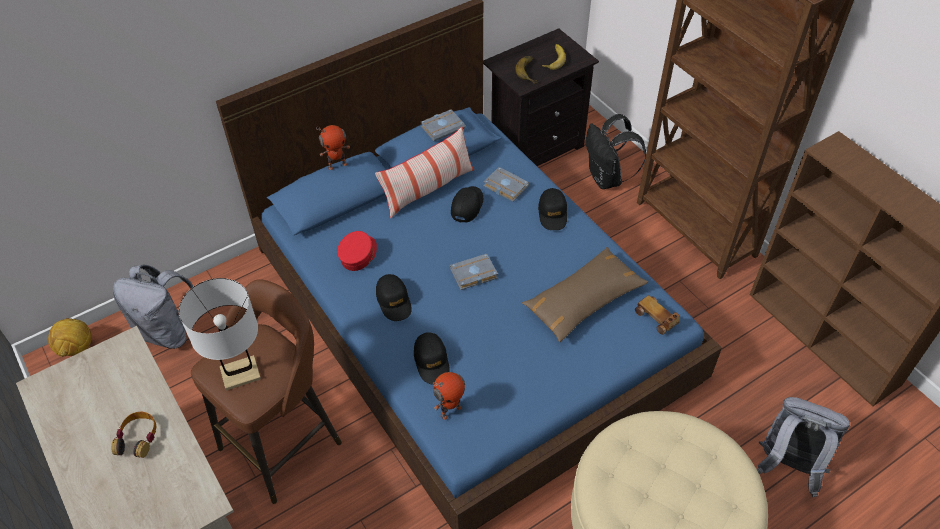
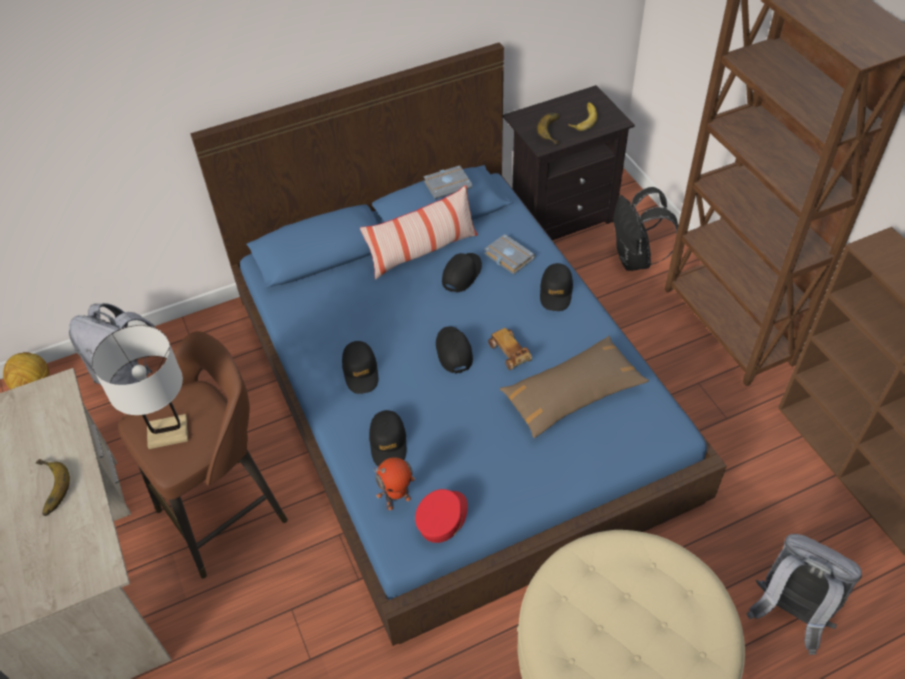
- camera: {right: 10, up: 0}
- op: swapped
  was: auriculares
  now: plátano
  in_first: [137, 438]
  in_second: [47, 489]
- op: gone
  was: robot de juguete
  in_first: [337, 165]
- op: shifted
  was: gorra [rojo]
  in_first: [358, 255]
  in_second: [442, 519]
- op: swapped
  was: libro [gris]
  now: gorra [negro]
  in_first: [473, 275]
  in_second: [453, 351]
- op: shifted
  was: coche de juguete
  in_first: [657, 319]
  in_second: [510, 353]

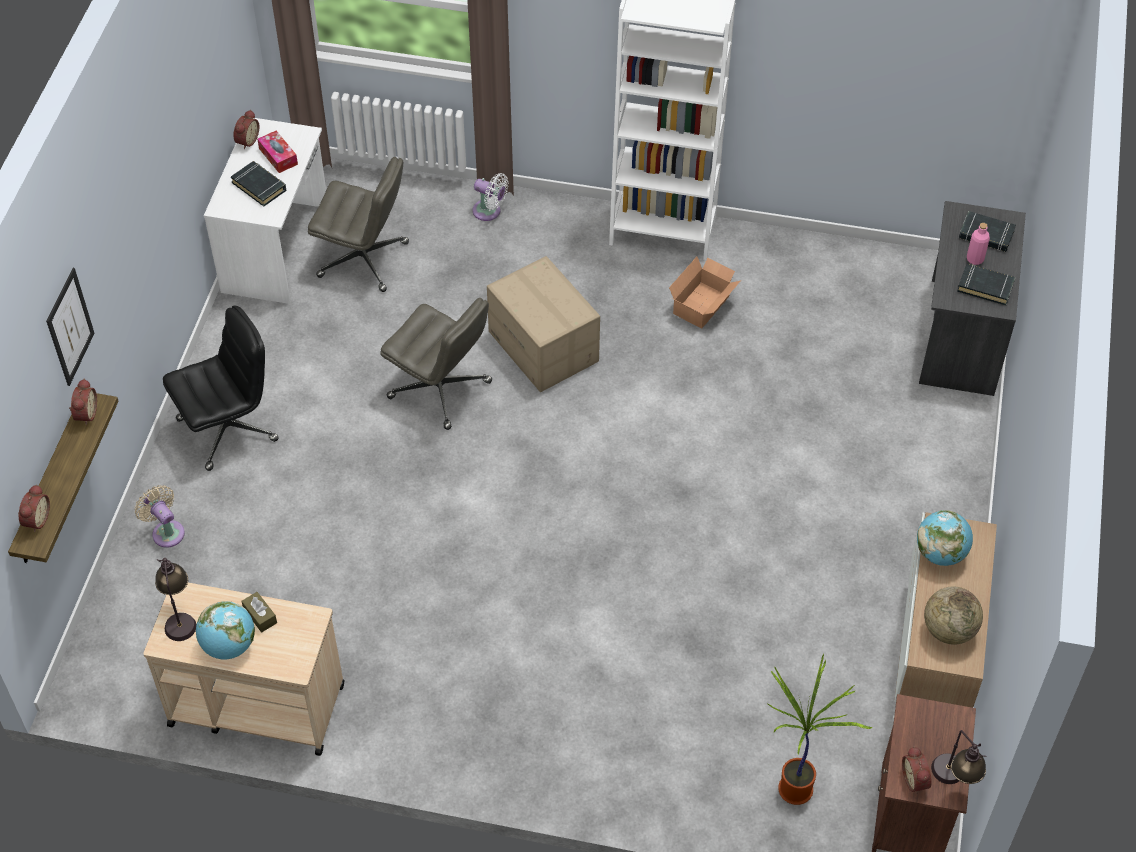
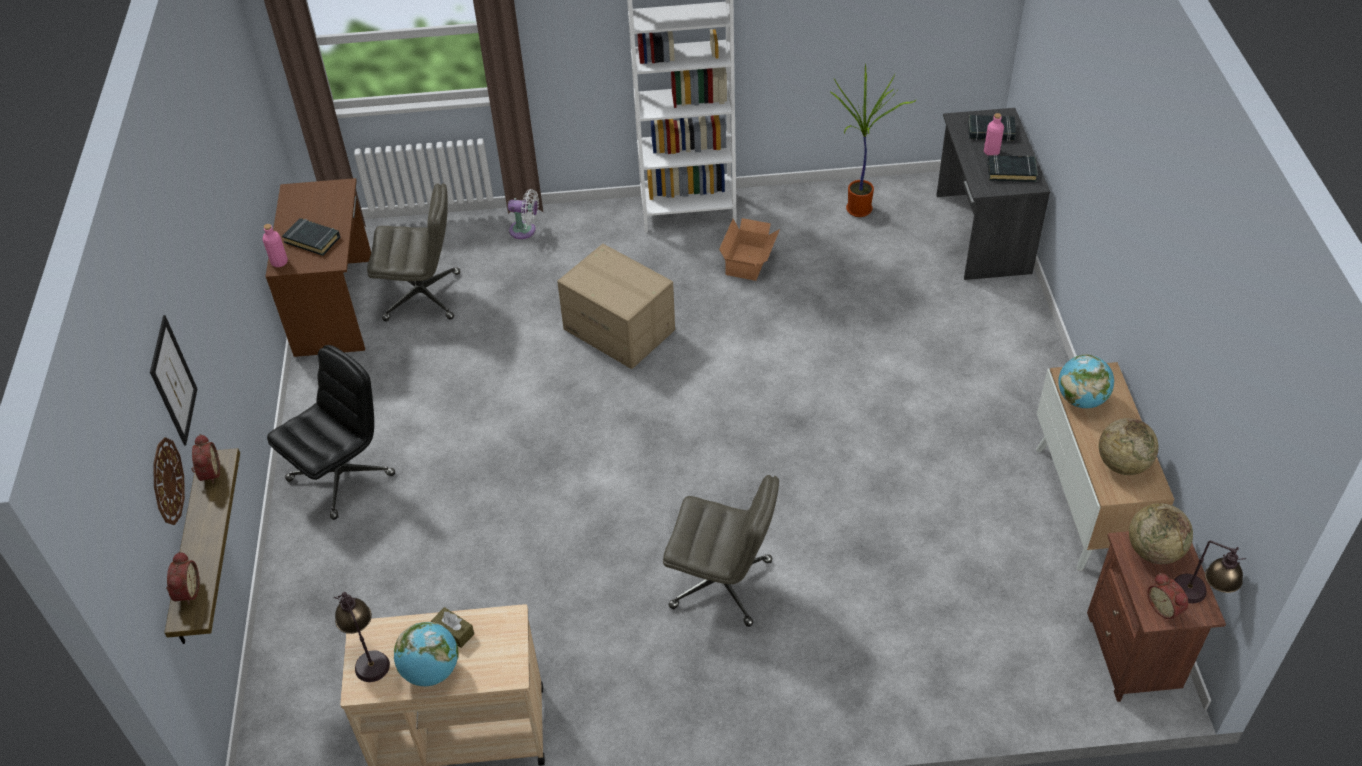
- camera: {right: -15, up: -5}
- op: gone
  was: ventilador [beis]
  in_first: [166, 531]
- op: repainted
  was: escritorio [blanco]
  now: escritorio [marrón]
  in_first: [277, 248]
  in_second: [336, 306]
- op: gone
  was: despertador
  in_first: [246, 140]
- op: gone
  was: caja de pañuelos
  in_first: [278, 156]
- op: shifted
  was: silla de oficina [gris]
  in_first: [441, 390]
  in_second: [722, 584]
- op: shifted
  was: planta en maceta
  in_first: [797, 792]
  in_second: [861, 210]
- op: new
  now: reloj de pared
  in_second: [167, 481]
- op: new
  now: botella [rosa]
  in_second: [279, 262]
- op: new
  now: globo terráqueo
  in_second: [1154, 551]

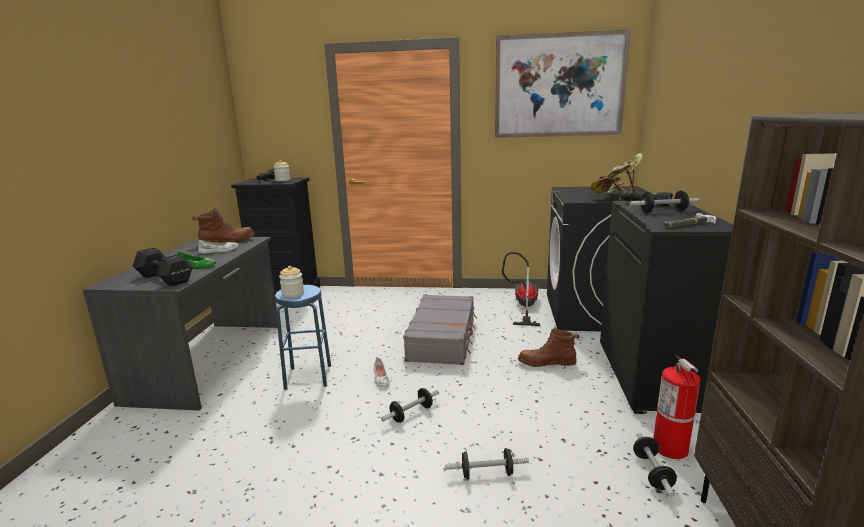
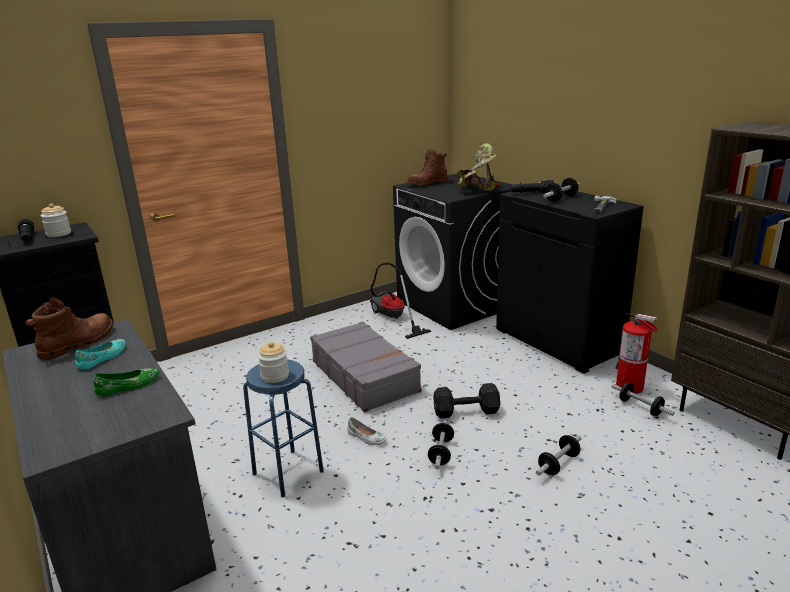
- camera: {right: -40, up: 5}
- op: shifted
  was: mancuerna [negro]
  in_first: [165, 279]
  in_second: [467, 411]
- op: repainted
  was: zapato [blanco]
  now: zapato [turquesa]
  in_first: [219, 251]
  in_second: [103, 358]
- op: gone
  was: cuadro
  in_first: [559, 86]
- op: shifted
  was: bota [marrón]
  in_first: [547, 362]
  in_second: [427, 183]

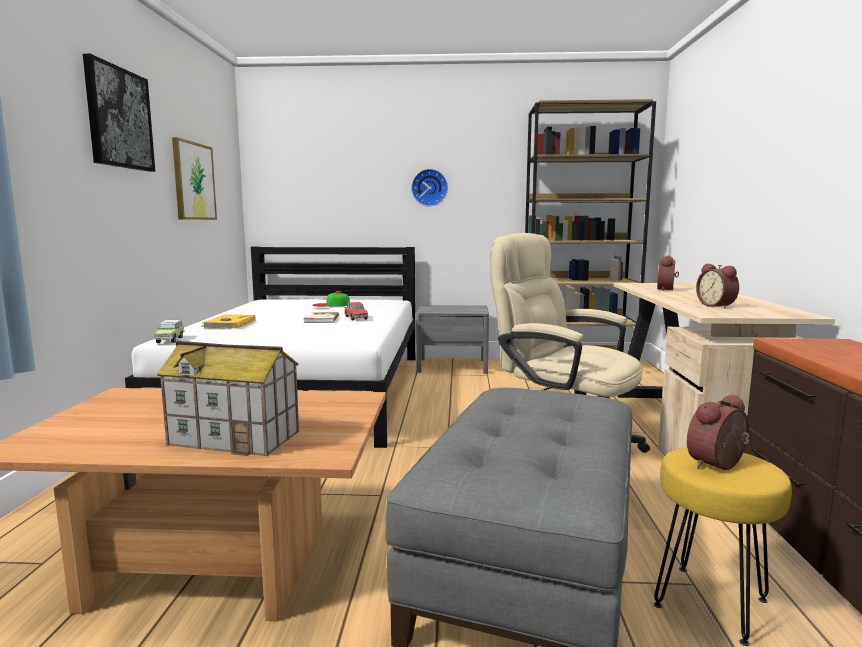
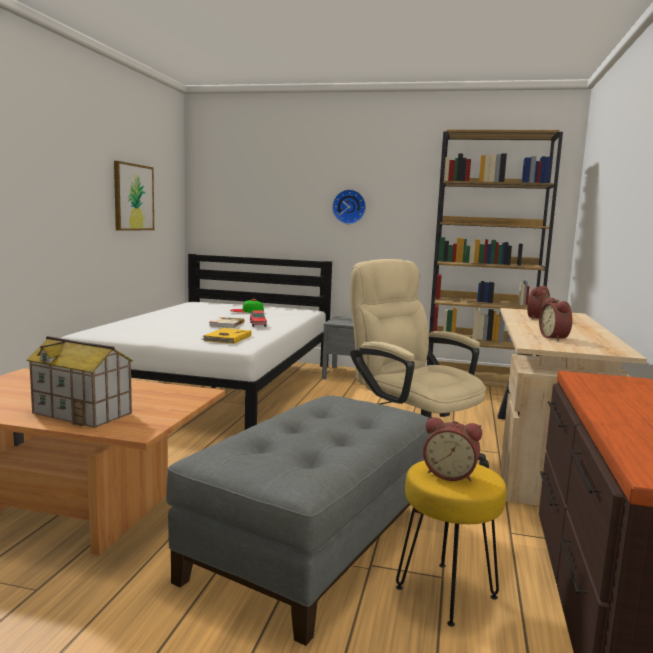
- camera: {right: 10, up: 0}
- op: gone
  was: cuadro
  in_first: [119, 118]
- op: gone
  was: coche de juguete
  in_first: [170, 340]
- op: shifted
  was: libro [amarillo]
  in_first: [229, 324]
  in_second: [227, 338]
- op: rotated
  was: despertador
  in_first: [719, 465]
  in_second: [450, 474]
  clockwise: -135

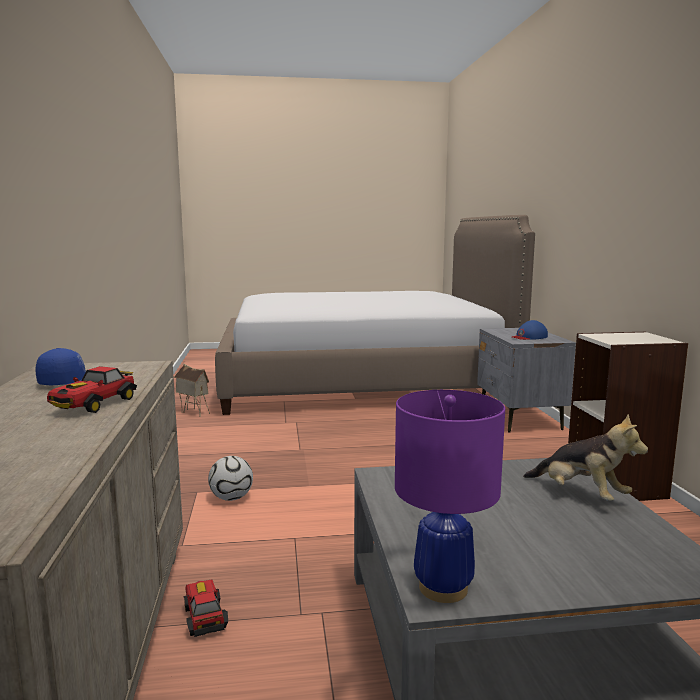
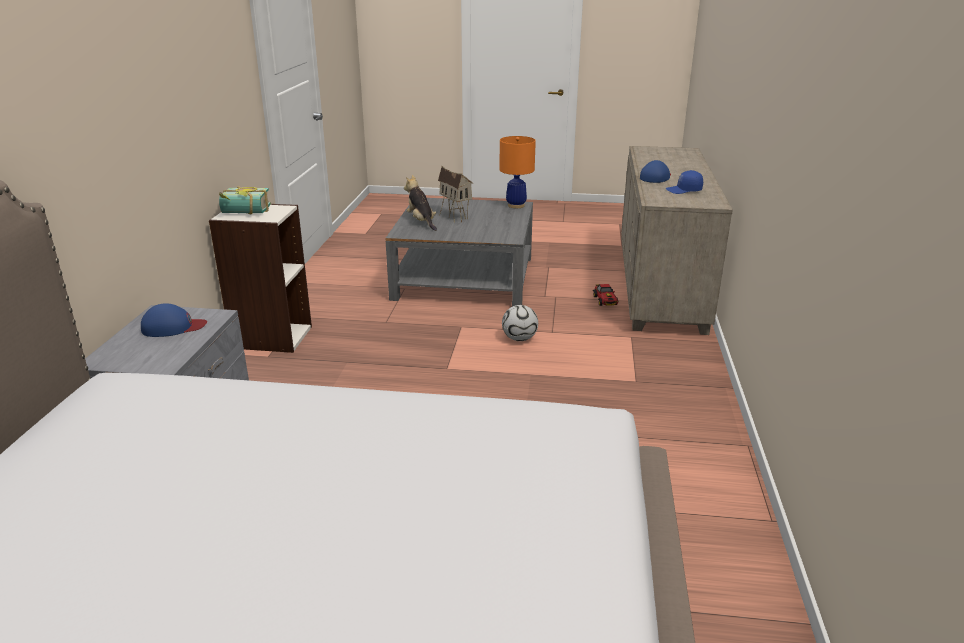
- camera: {right: -165, up: 15}
- op: swapped
  was: coche de juguete
  now: gorra [azul]
  in_first: [94, 405]
  in_second: [656, 177]
- op: shifted
  was: casita
  in_first: [193, 413]
  in_second: [455, 217]
- op: shifted
  was: balón de fútbol
  in_first: [231, 498]
  in_second: [519, 339]
- op: repainted
  was: lámpara de mesa [morado]
  now: lámpara de mesa [naranja]
  in_first: [443, 587]
  in_second: [516, 205]
- op: new
  now: libro
  in_second: [245, 213]

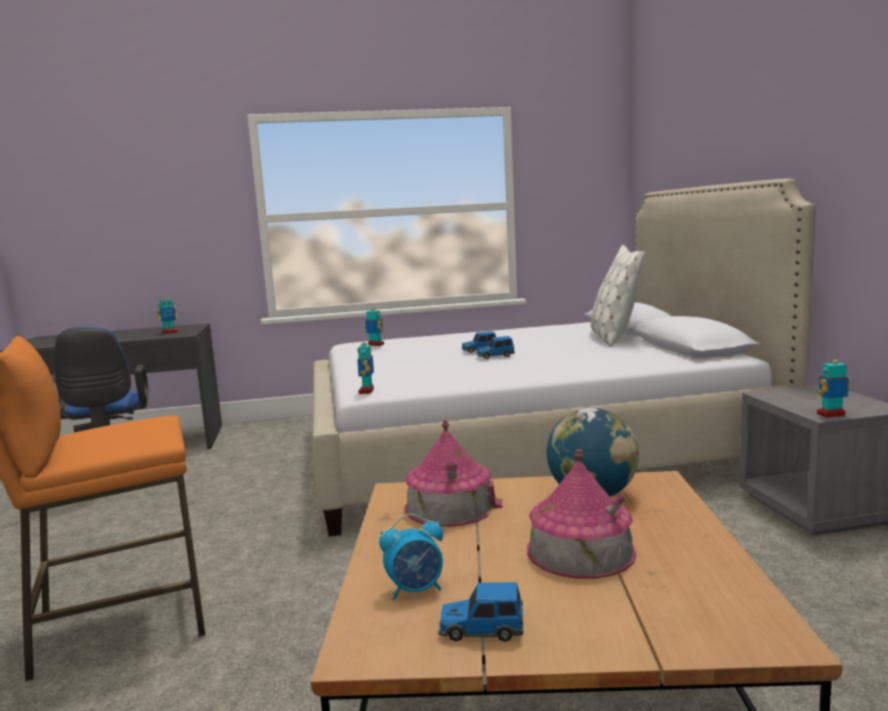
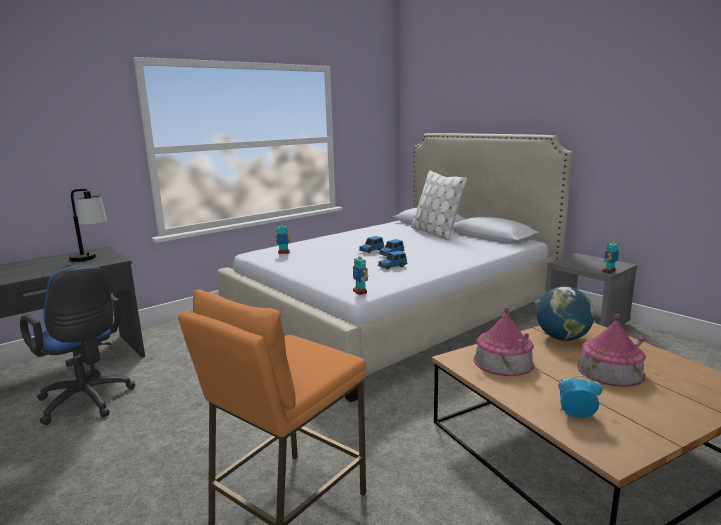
- camera: {right: -30, up: 5}
- op: swapped
  was: robot de juguete
  now: lámpara de mesa
  in_first: [169, 332]
  in_second: [91, 259]
- op: rotated
  was: despertador
  in_first: [416, 590]
  in_second: [576, 415]
  clockwise: -120
- op: shifted
  was: coche de juguete
  in_first: [481, 630]
  in_second: [392, 266]

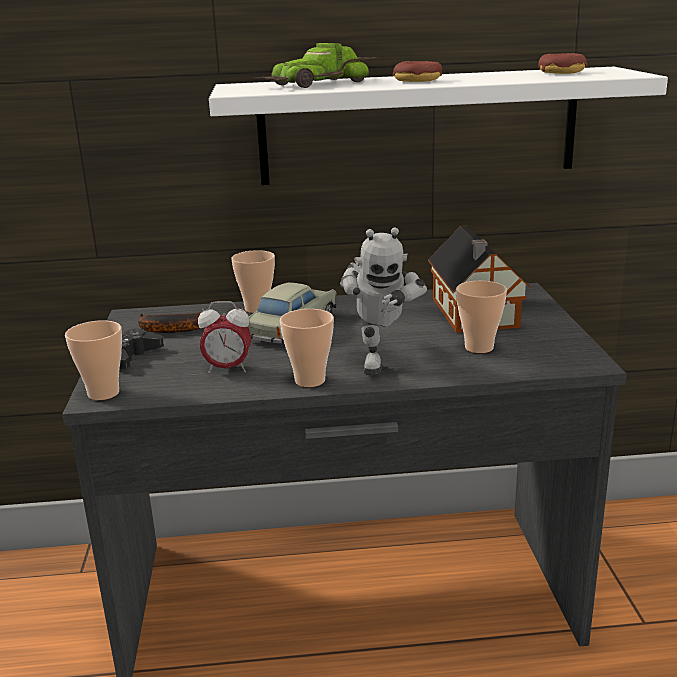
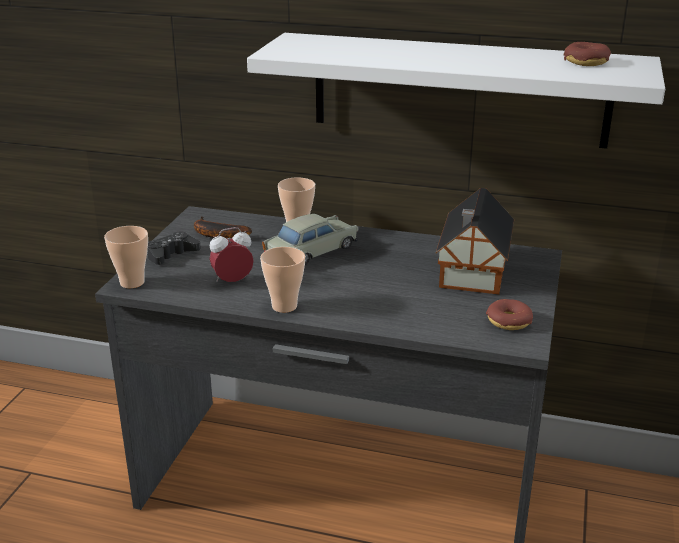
- camera: {right: 20, up: 5}
- op: rotated
  was: despertador
  in_first: [228, 369]
  in_second: [232, 281]
  clockwise: 135
- op: gone
  was: coche de juguete
  in_first: [317, 84]
- op: gone
  was: robot de juguete
  in_first: [380, 359]
- op: shifted
  was: rosquilla
  in_first: [417, 80]
  in_second: [509, 321]
- op: gone
  was: taza
  in_first: [479, 347]

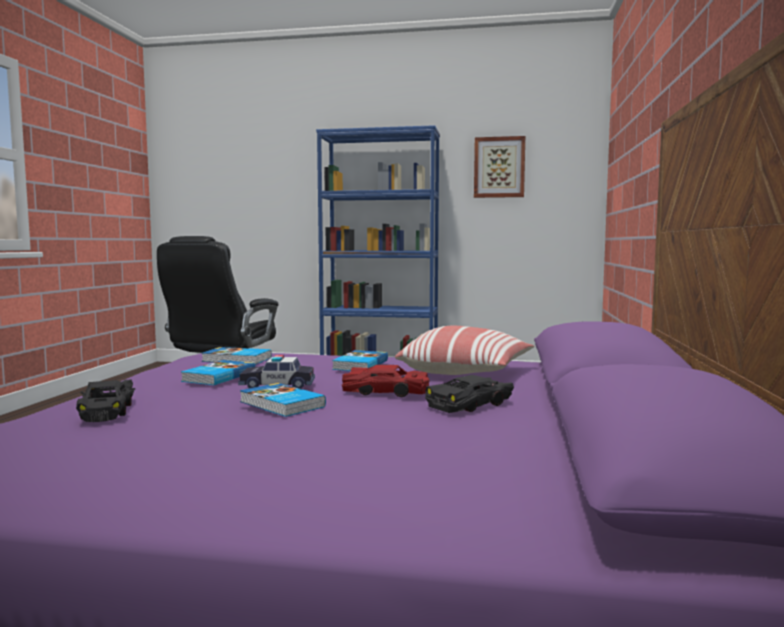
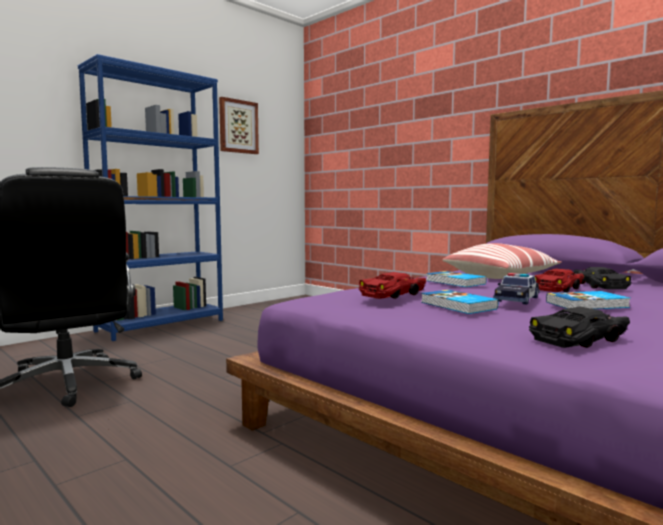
- camera: {right: -55, up: 0}
- op: rotated
  was: coche de juguete [negro]
  in_first: [105, 411]
  in_second: [581, 340]
  clockwise: -45
- op: swapped
  was: libro
  now: coche de juguete [rojo]
  in_first: [237, 360]
  in_second: [394, 295]

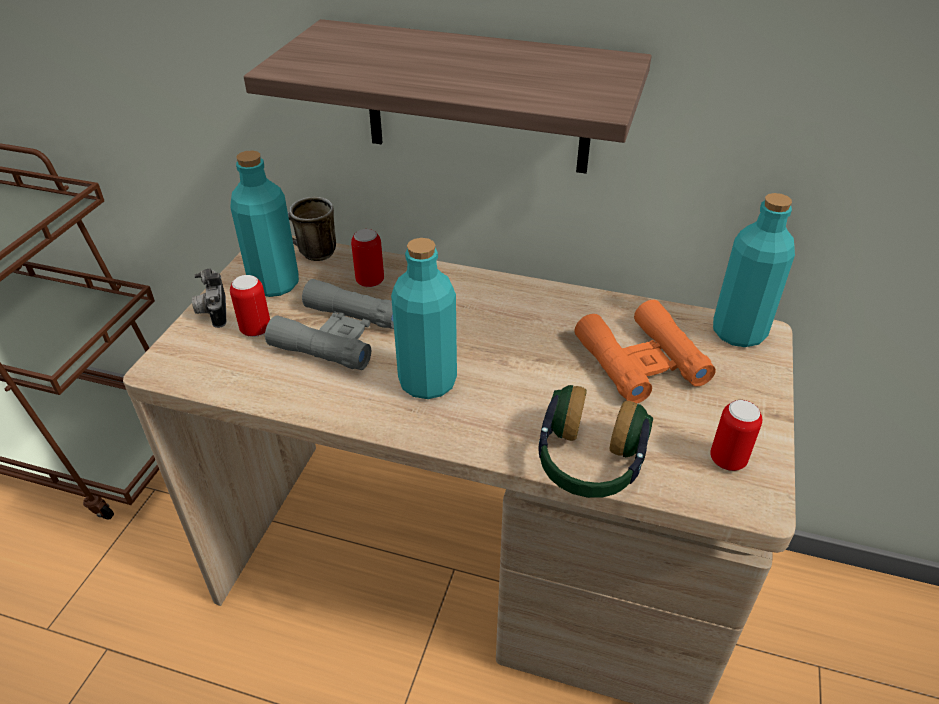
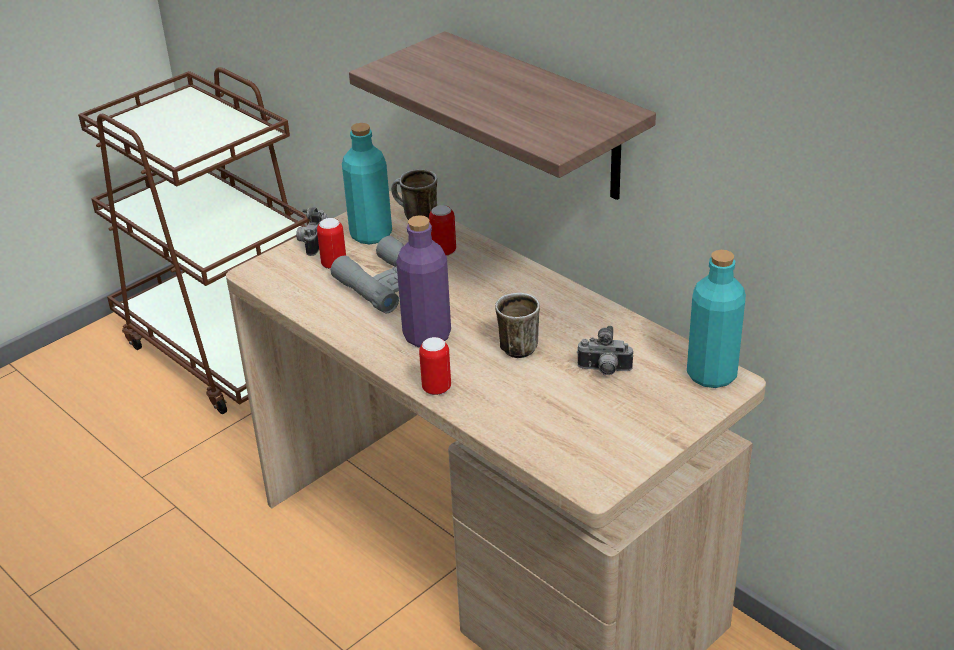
- camera: {right: 30, up: -5}
- op: repainted
  was: botella [turquesa]
  now: botella [morado]
  in_first: [427, 382]
  in_second: [427, 336]
- op: gone
  was: auriculares
  in_first: [588, 463]
- op: swapped
  was: prismáticos [naranja]
  now: cámara
  in_first: [641, 361]
  in_second: [604, 371]
- op: shifted
  was: lata
  in_first: [727, 460]
  in_second: [436, 388]
- op: new
  now: taza grande
  in_second: [517, 345]

